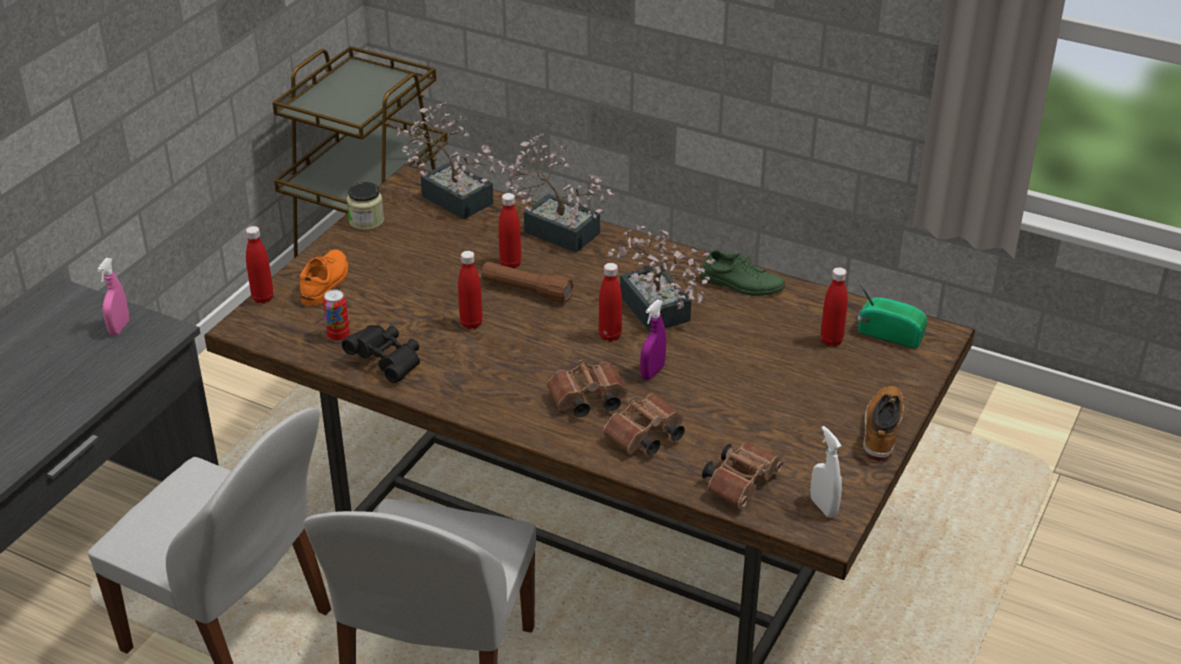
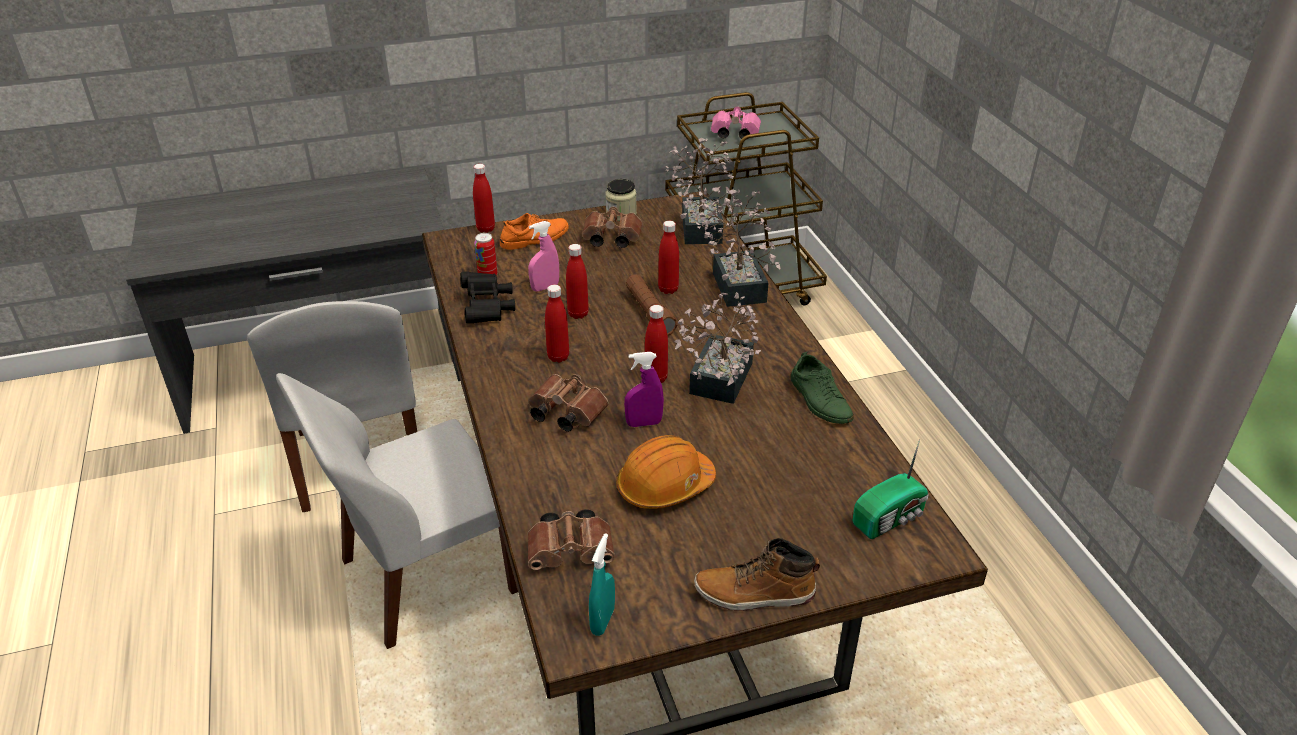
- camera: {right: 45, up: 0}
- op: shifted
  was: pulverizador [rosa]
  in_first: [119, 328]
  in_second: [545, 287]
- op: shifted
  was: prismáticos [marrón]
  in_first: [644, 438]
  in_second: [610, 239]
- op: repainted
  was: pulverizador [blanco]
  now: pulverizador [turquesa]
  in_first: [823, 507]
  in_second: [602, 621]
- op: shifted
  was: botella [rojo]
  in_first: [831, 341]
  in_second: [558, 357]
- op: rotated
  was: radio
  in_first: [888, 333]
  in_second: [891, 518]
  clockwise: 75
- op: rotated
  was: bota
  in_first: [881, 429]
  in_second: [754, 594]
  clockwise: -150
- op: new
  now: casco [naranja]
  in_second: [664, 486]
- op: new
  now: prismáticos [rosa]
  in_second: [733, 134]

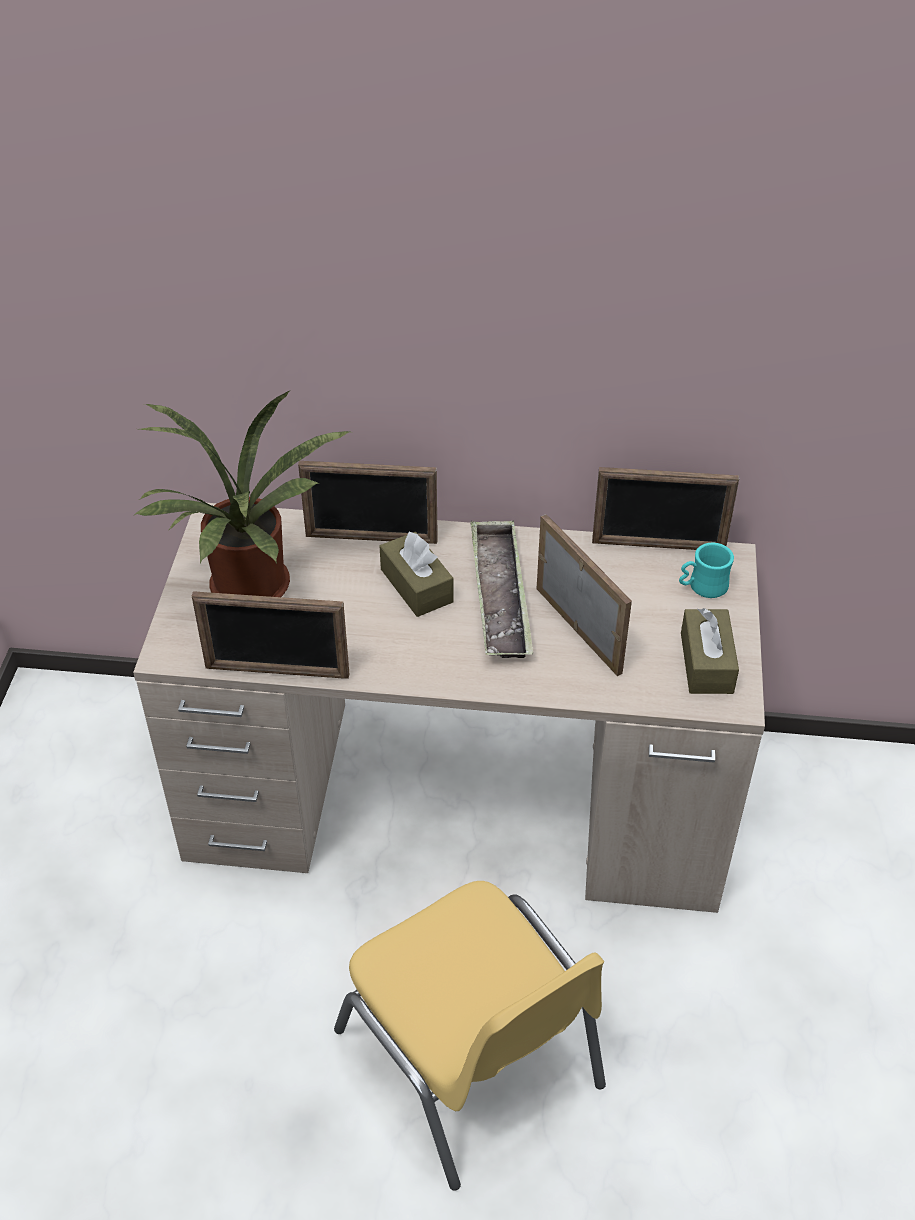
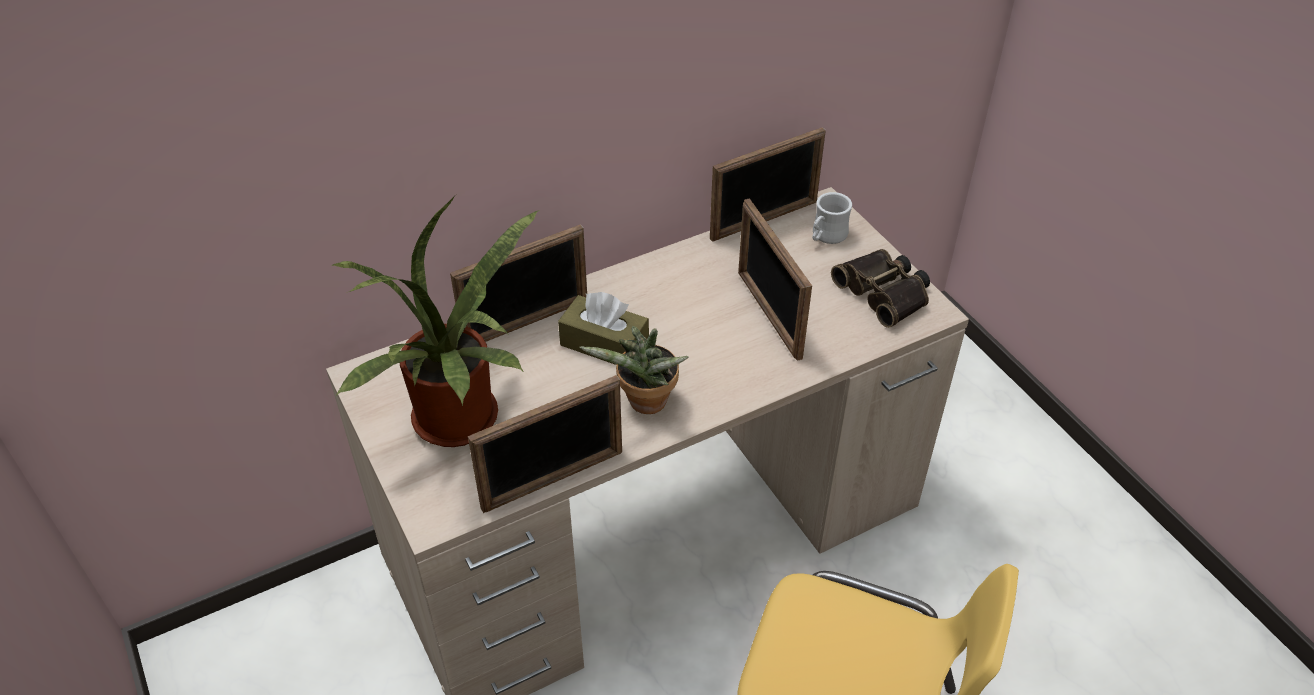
- camera: {right: -35, up: 0}
- op: gone
  was: bandeja
  in_first: [500, 596]
- op: rotated
  was: portarretratos
  in_first: [579, 629]
  in_second: [768, 314]
  clockwise: -135
- op: repainted
  was: taza grande [turquesa]
  now: taza grande [blanco]
  in_first: [702, 587]
  in_second: [826, 236]
- op: swapped
  was: caja de pañuelos [marrón]
  now: prismáticos
  in_first: [706, 663]
  in_second: [885, 292]
- op: new
  now: planta en maceta
  in_second: [644, 405]

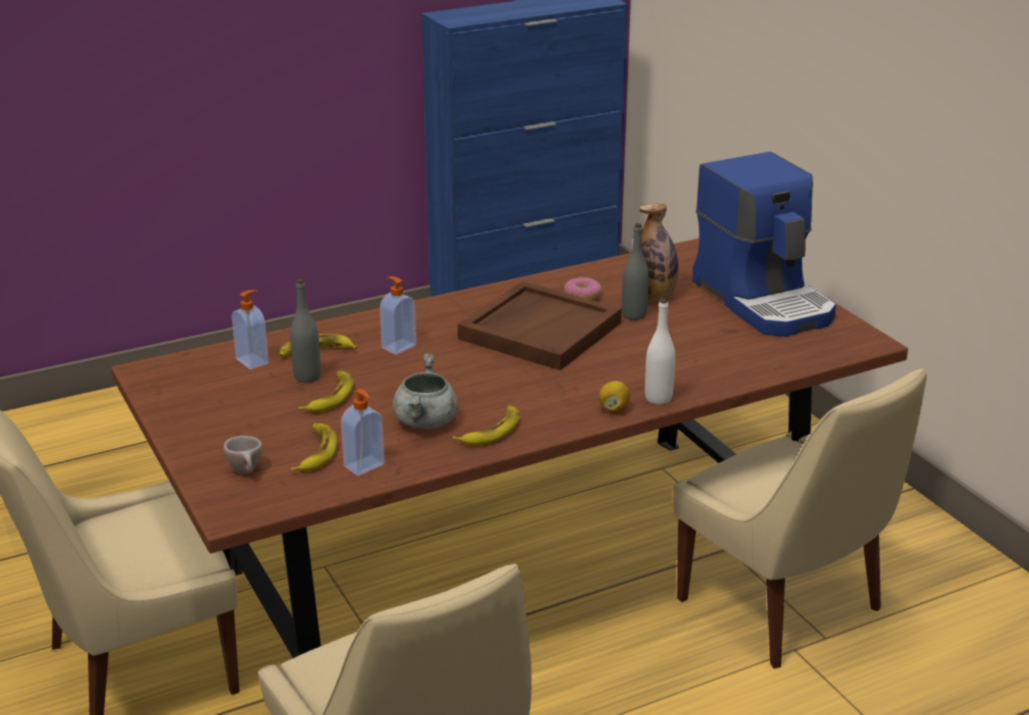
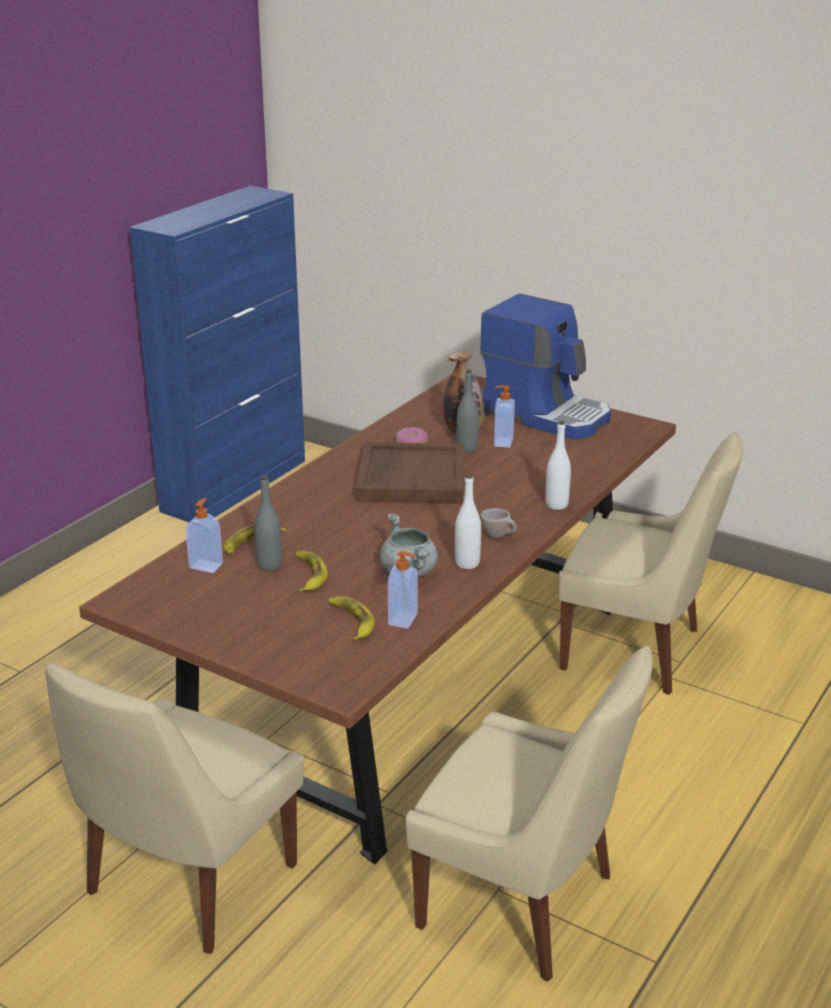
- camera: {right: -30, up: 0}
- op: shifted
  was: taza [beis]
  in_first: [247, 472]
  in_second: [499, 536]
- op: shifted
  was: dispensador de jabón
  in_first: [398, 346]
  in_second: [502, 442]
- op: swapped
  was: plátano
  now: botella [blanco]
  in_first: [492, 431]
  in_second: [467, 563]
- op: gone
  was: limón
  in_first: [613, 408]

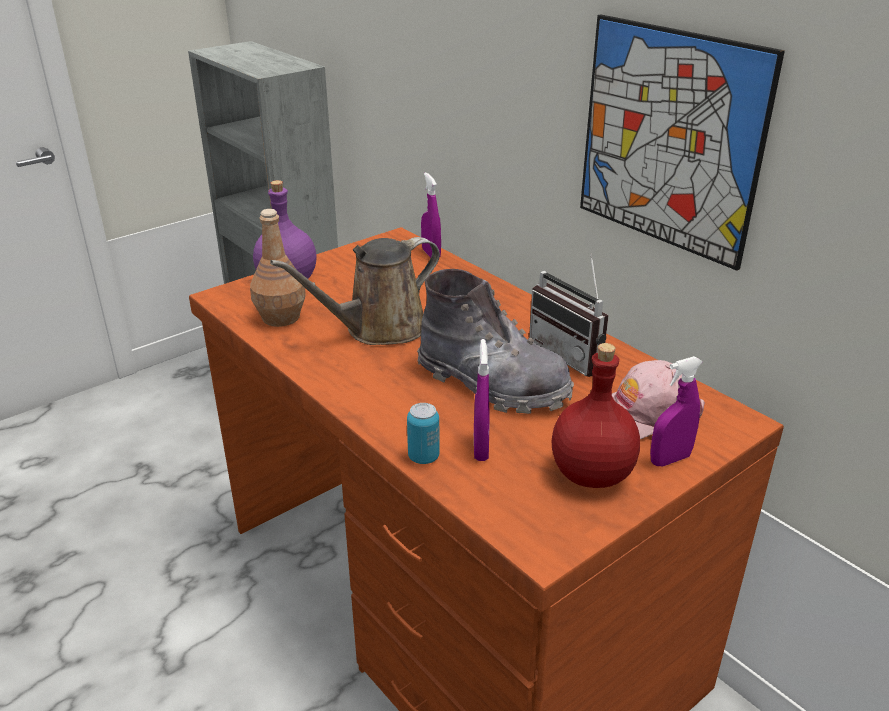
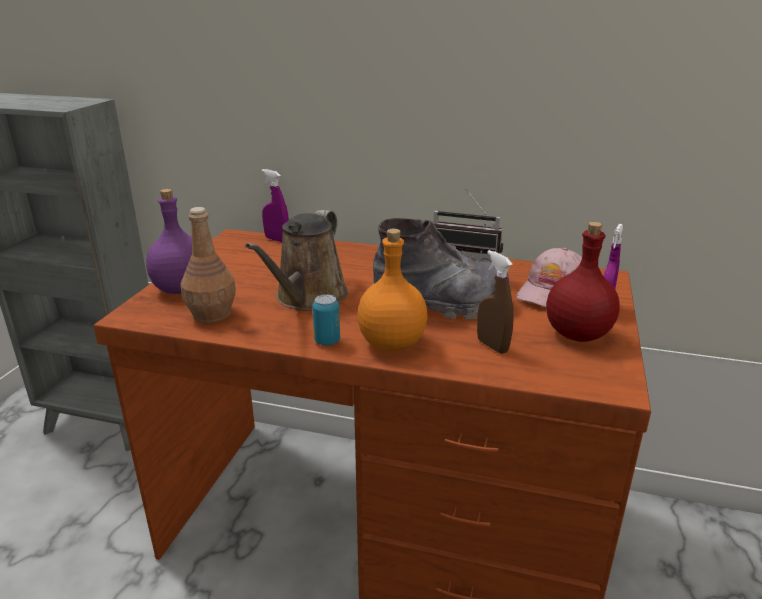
- camera: {right: -35, up: -5}
- op: shifted
  was: lata
  in_first: [423, 457]
  in_second: [327, 341]
- op: repainted
  was: pulverizador [morado]
  now: pulverizador [marrón]
  in_first: [480, 448]
  in_second: [492, 346]
- op: gone
  was: cuadro
  in_first: [669, 139]
- op: new
  now: botella [naranja]
  in_second: [393, 343]

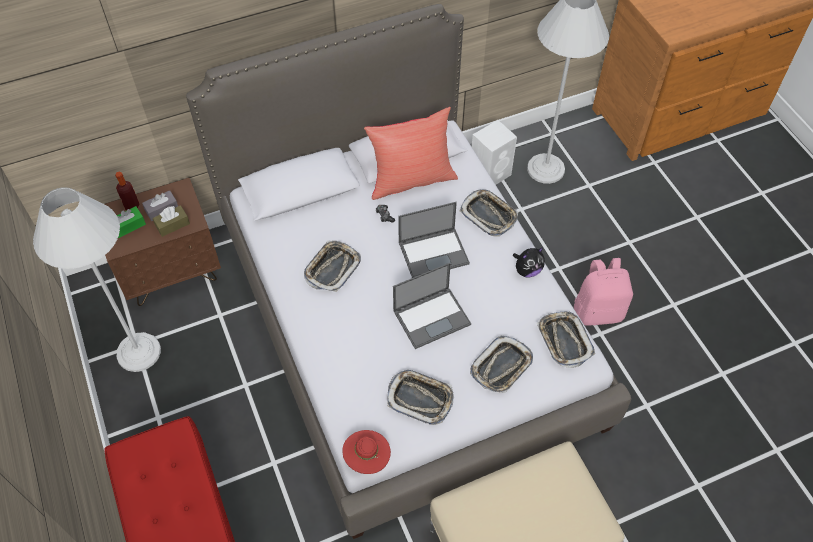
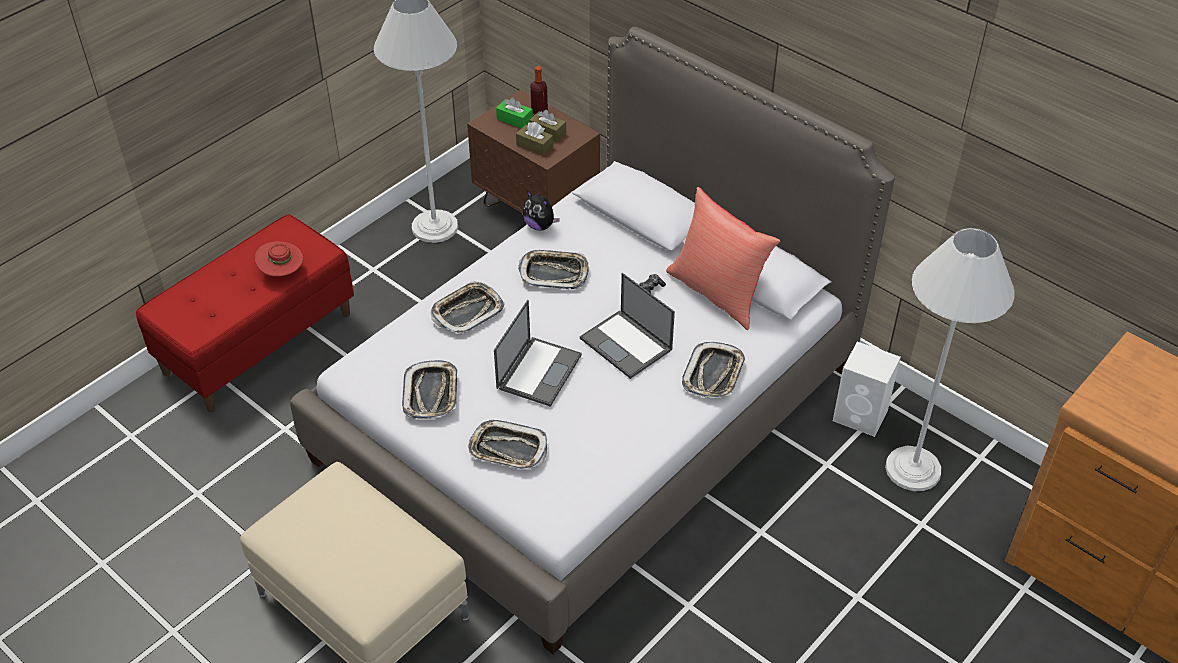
- camera: {right: 65, up: -10}
- op: repainted
  was: caja de pañuelos [gris]
  now: caja de pañuelos [marrón]
  in_first: [162, 209]
  in_second: [548, 132]
- op: shifted
  was: sombrero [rojo]
  in_first: [367, 458]
  in_second: [282, 272]
- op: rotated
  was: portátil
  in_first: [432, 317]
  in_second: [539, 371]
  clockwise: -105
- op: shifted
  was: peluche
  in_first: [527, 270]
  in_second: [540, 226]
- op: shifted
  was: bandeja
  in_first: [564, 341]
  in_second: [467, 311]
- op: gone
  was: mochila [rosa]
  in_first: [598, 311]

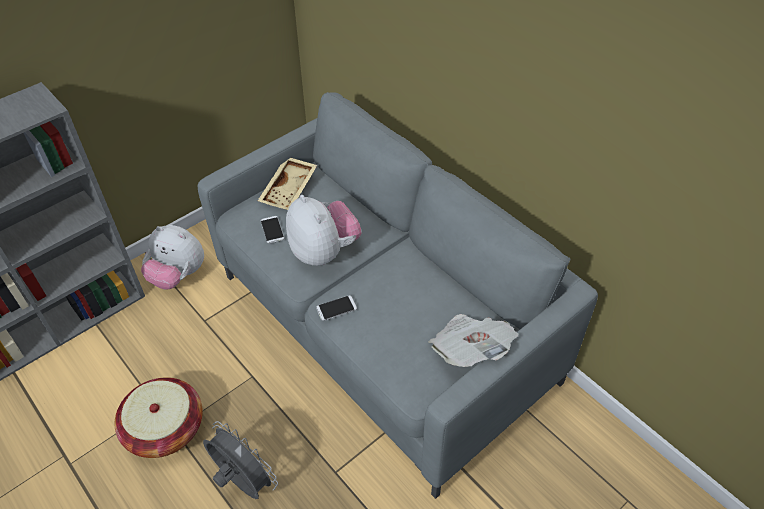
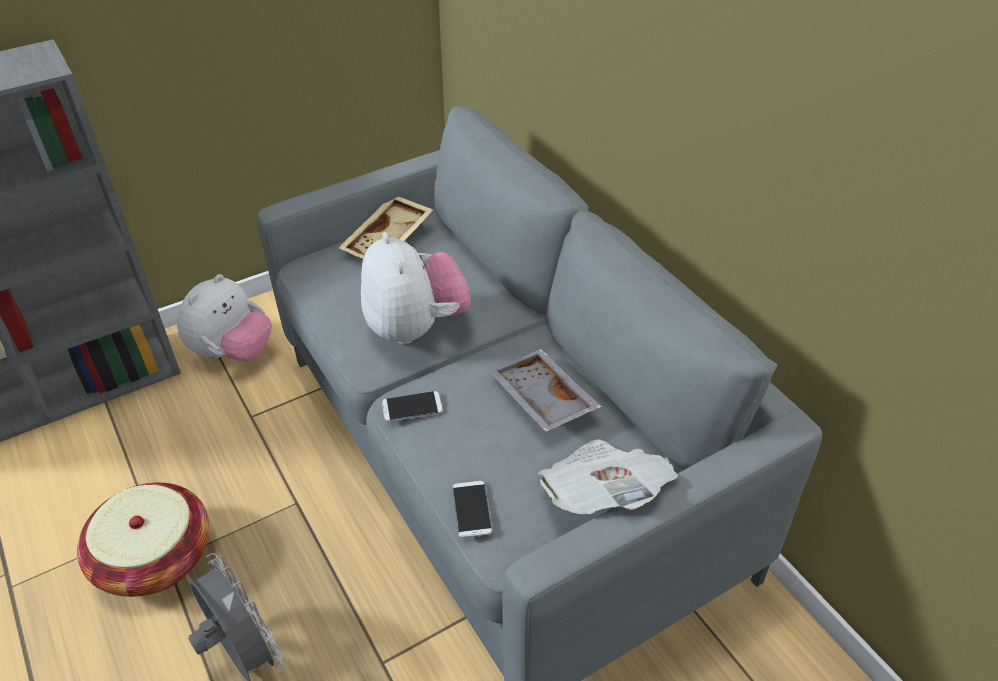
- camera: {right: 10, up: -5}
- op: rotated
  was: peluche
  in_first: [178, 275]
  in_second: [232, 352]
  clockwise: -90
- op: shifted
  was: móvil
  in_first: [272, 230]
  in_second: [471, 509]
- op: new
  now: bandeja [gris]
  in_second: [540, 400]

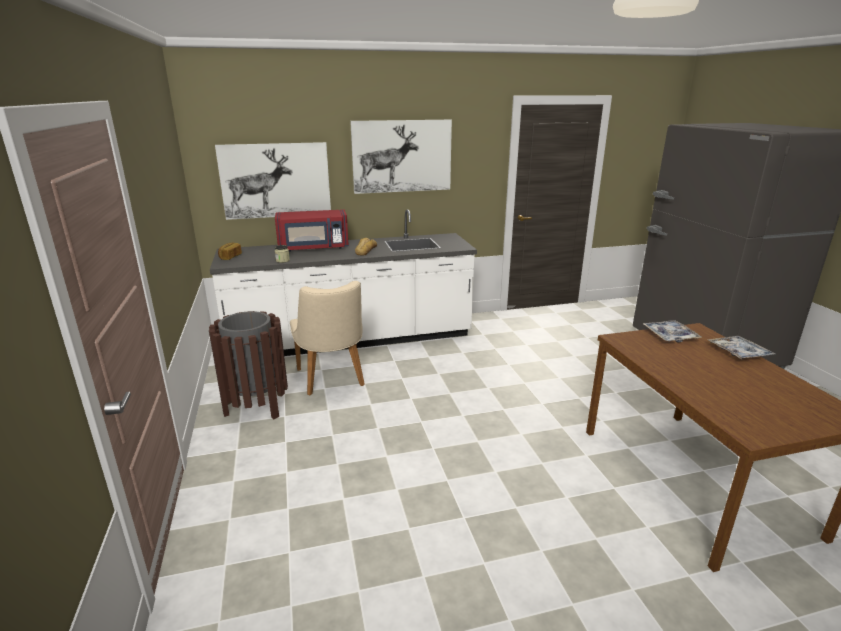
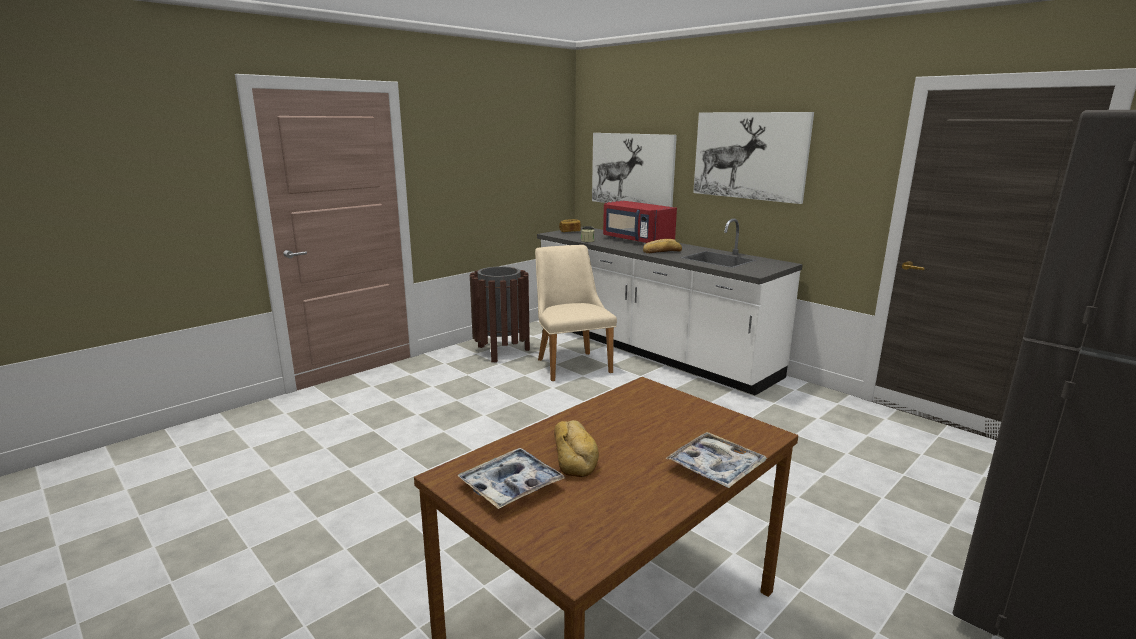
- camera: {right: 60, up: -5}
- op: rotated
  was: silla [beis]
  in_first: [332, 380]
  in_second: [570, 363]
  clockwise: 120
- op: shifted
  was: bandeja
  in_first: [670, 335]
  in_second: [511, 486]
- op: new
  now: pan
  in_second: [575, 454]

